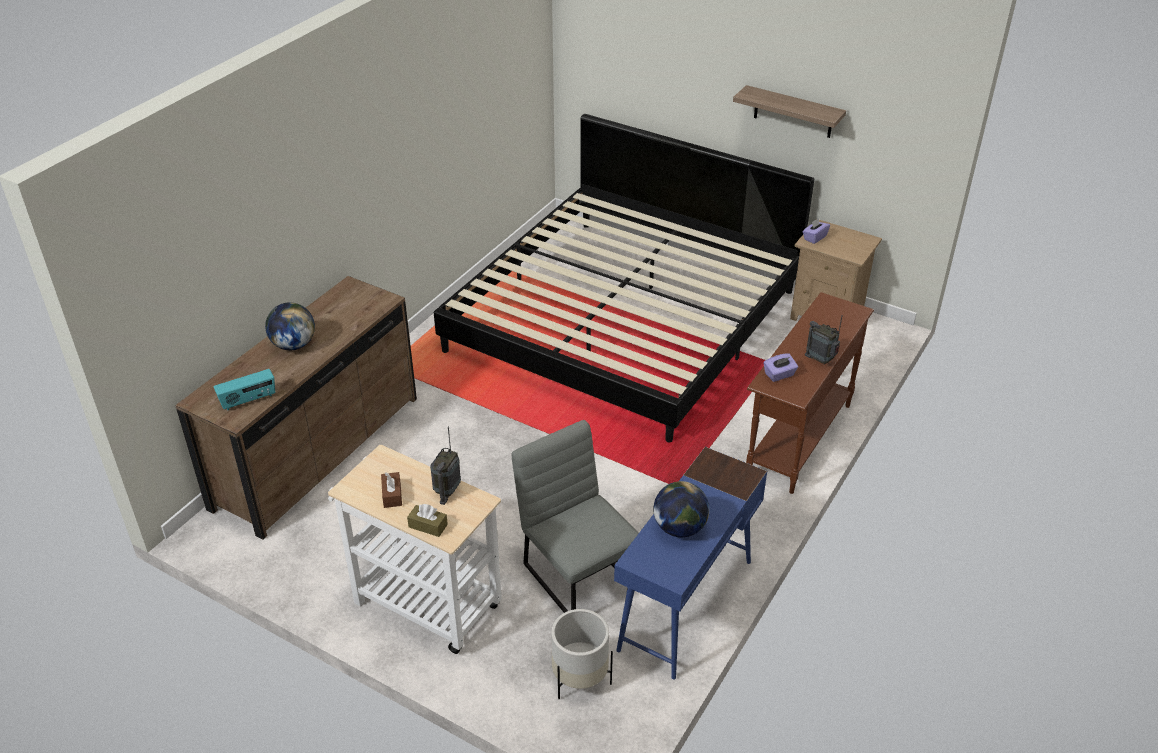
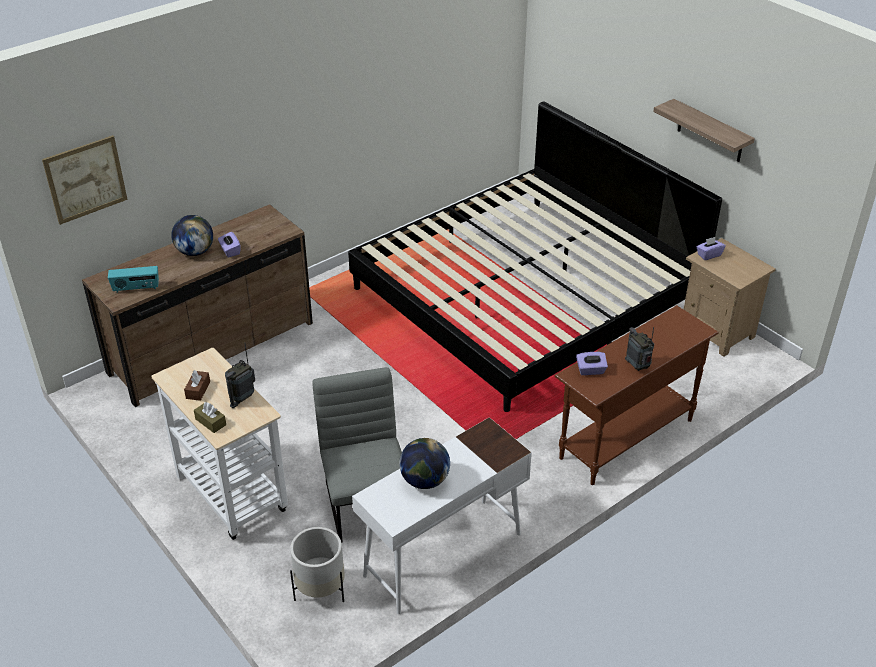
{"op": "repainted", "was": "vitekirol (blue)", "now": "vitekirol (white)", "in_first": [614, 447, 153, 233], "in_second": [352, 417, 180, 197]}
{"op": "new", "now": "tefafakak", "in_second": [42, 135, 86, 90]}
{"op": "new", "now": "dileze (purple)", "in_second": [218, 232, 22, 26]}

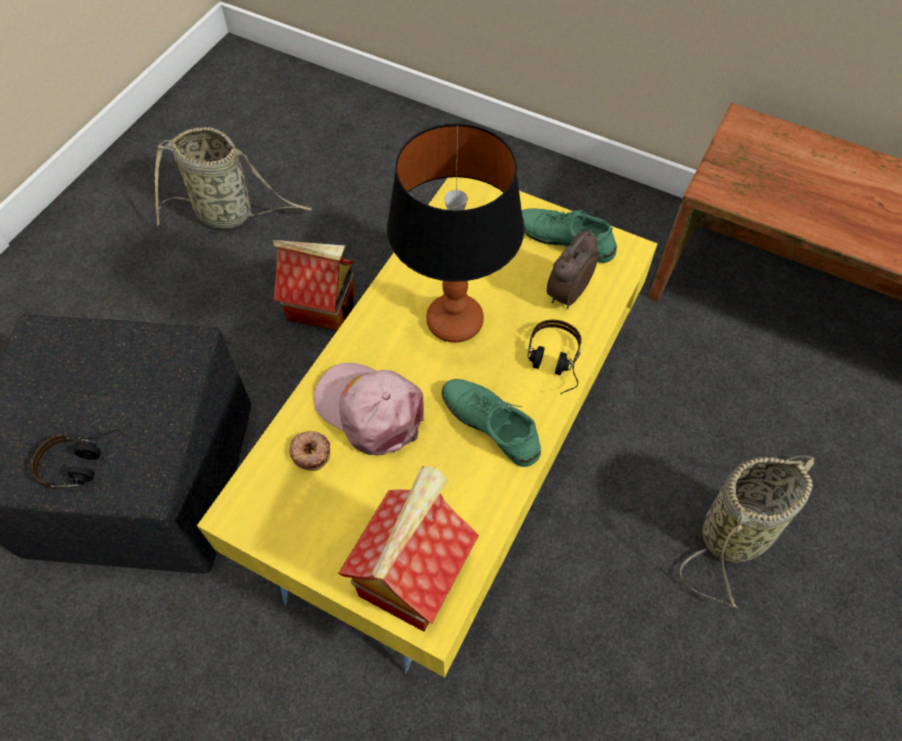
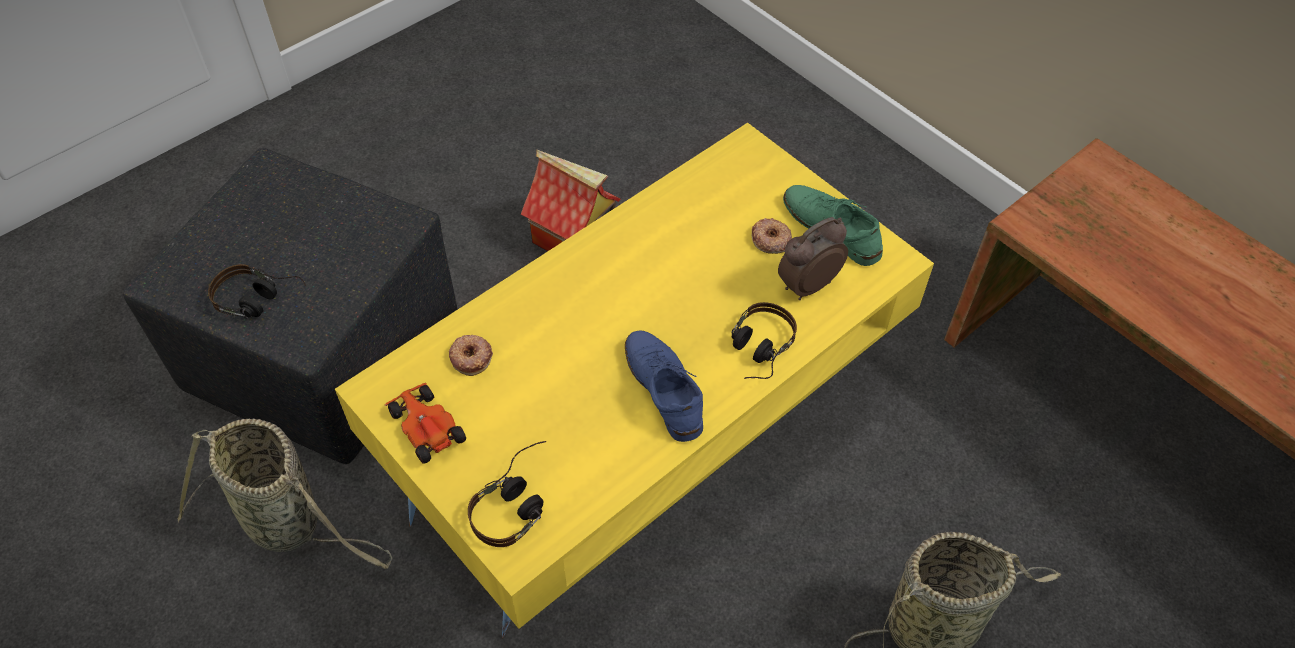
{"op": "shifted", "was": "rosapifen", "in_first": [155, 127, 157, 102], "in_second": [178, 419, 215, 150]}
{"op": "gone", "was": "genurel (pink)", "in_first": [314, 363, 110, 93]}
{"op": "swapped", "was": "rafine", "now": "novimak", "in_first": [338, 466, 141, 166], "in_second": [468, 441, 78, 106]}
{"op": "gone", "was": "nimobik", "in_first": [387, 123, 138, 220]}
{"op": "repainted", "was": "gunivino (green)", "now": "gunivino (blue)", "in_first": [442, 379, 99, 88], "in_second": [625, 330, 78, 112]}
{"op": "new", "now": "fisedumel", "in_second": [385, 383, 81, 81]}
{"op": "new", "now": "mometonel", "in_second": [752, 218, 40, 36]}

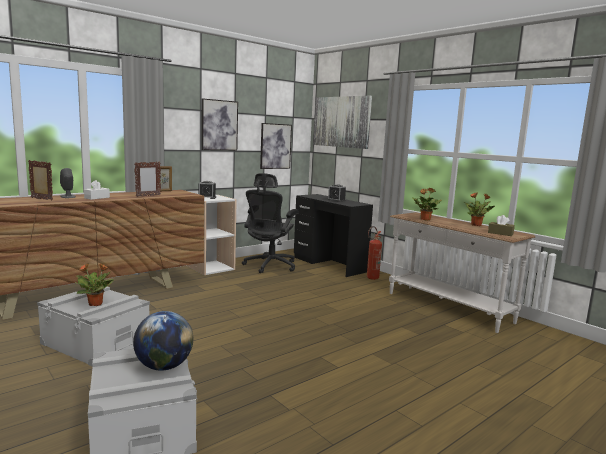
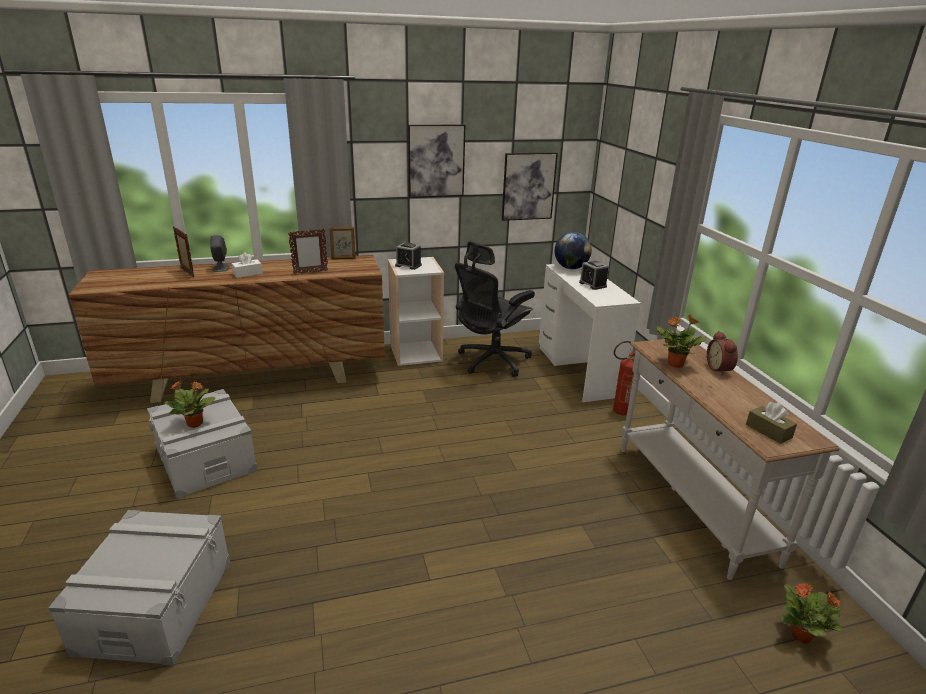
{"op": "shifted", "was": "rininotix", "in_first": [133, 311, 60, 60], "in_second": [554, 232, 38, 37]}
{"op": "repainted", "was": "vitekirol (black)", "now": "vitekirol (white)", "in_first": [294, 194, 79, 83], "in_second": [539, 264, 102, 138]}
{"op": "gone", "was": "tefafakak", "in_first": [313, 96, 59, 53]}
{"op": "shifted", "was": "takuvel", "in_first": [463, 192, 32, 34], "in_second": [781, 583, 62, 60]}
{"op": "new", "now": "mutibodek", "in_second": [707, 331, 31, 45]}

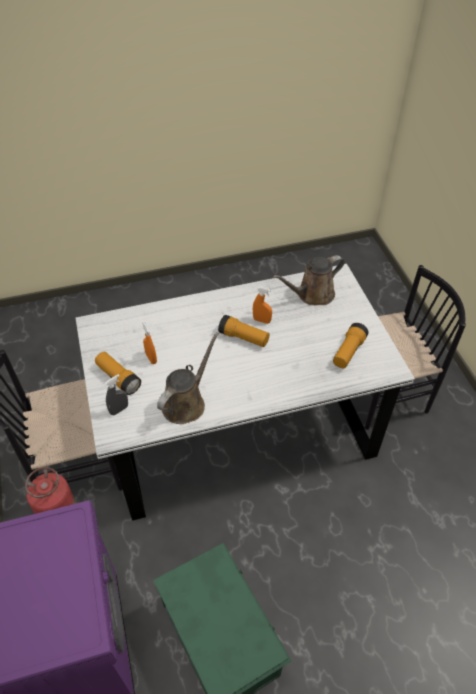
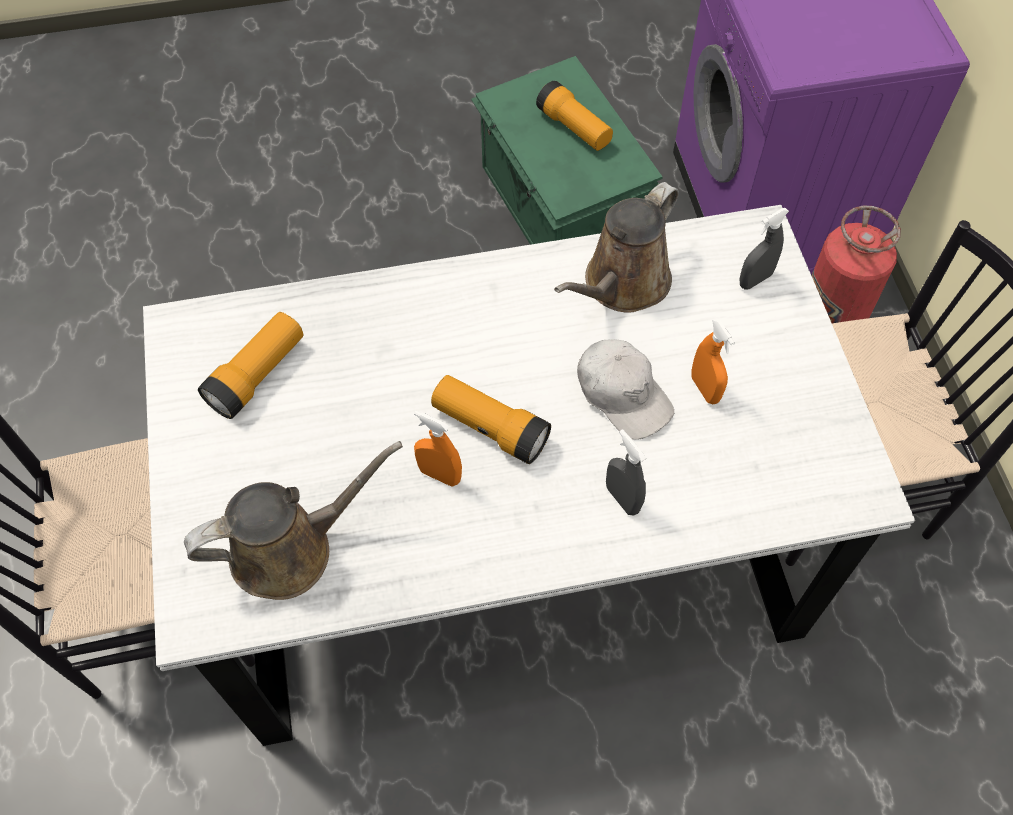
{"op": "shifted", "was": "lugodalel", "in_first": [95, 352, 46, 43], "in_second": [536, 81, 77, 70]}
{"op": "new", "now": "genurel (white)", "in_second": [577, 339, 97, 101]}
{"op": "new", "now": "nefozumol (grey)", "in_second": [606, 429, 40, 87]}

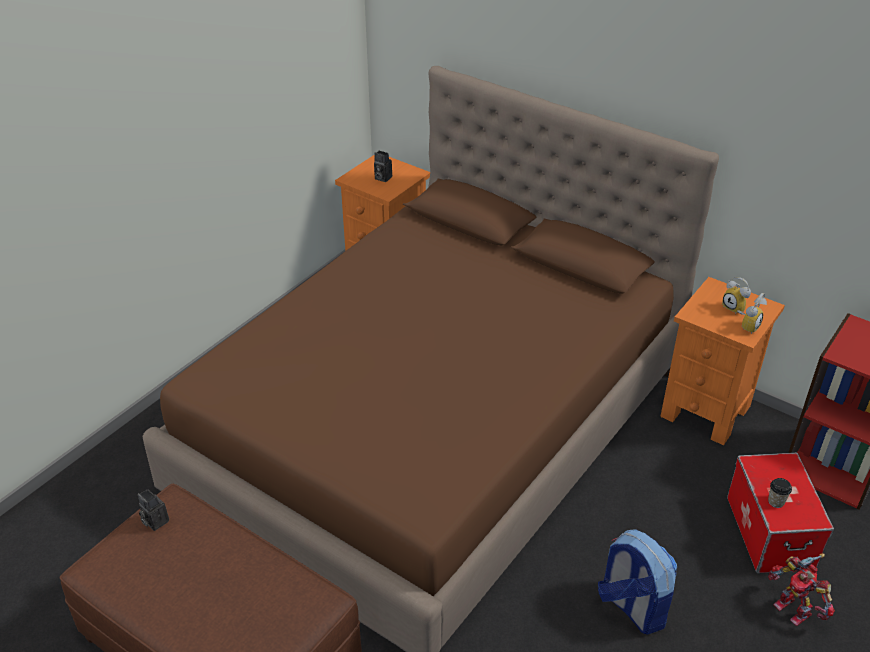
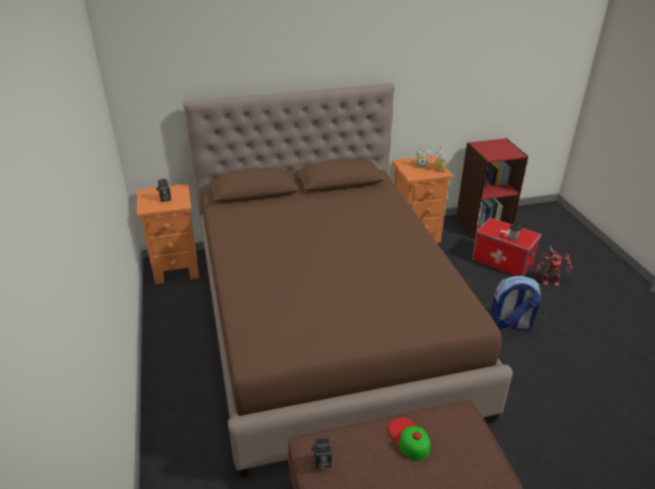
{"op": "new", "now": "genurel", "in_second": [388, 418, 43, 43]}

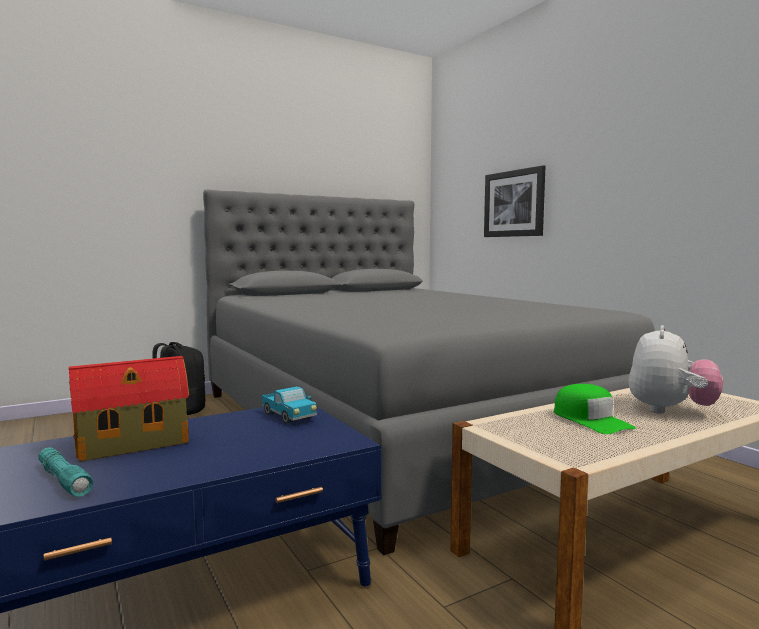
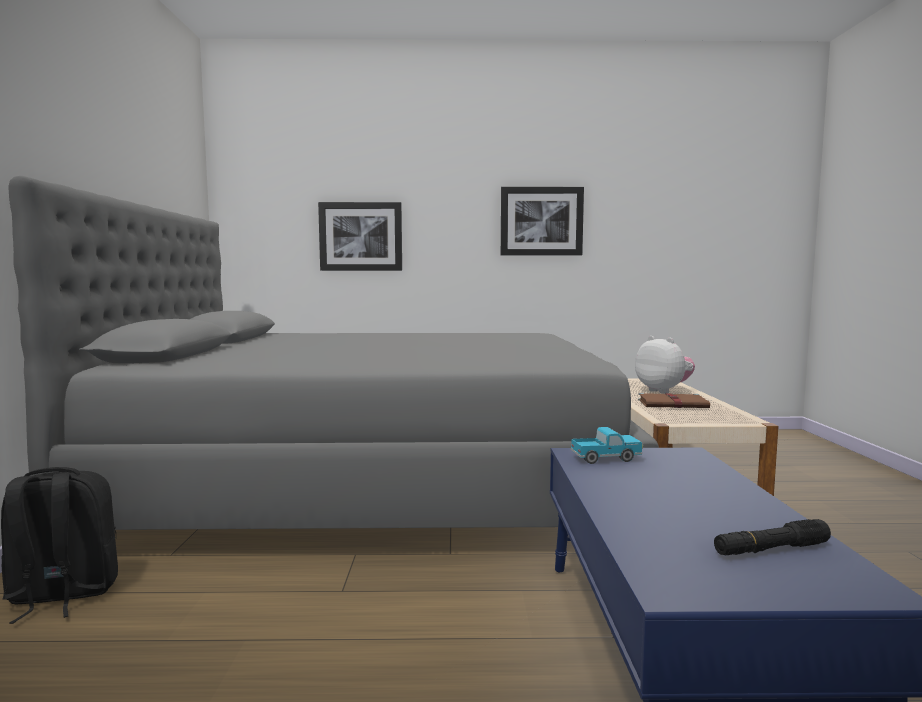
{"op": "repainted", "was": "lugodalel (turquoise)", "now": "lugodalel (black)", "in_first": [38, 447, 55, 50], "in_second": [714, 519, 117, 36]}
{"op": "gone", "was": "rafine", "in_first": [69, 356, 120, 106]}
{"op": "swapped", "was": "genurel (green)", "now": "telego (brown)", "in_first": [554, 384, 82, 50], "in_second": [638, 393, 72, 15]}
{"op": "new", "now": "tefafakak", "in_second": [501, 187, 83, 69]}

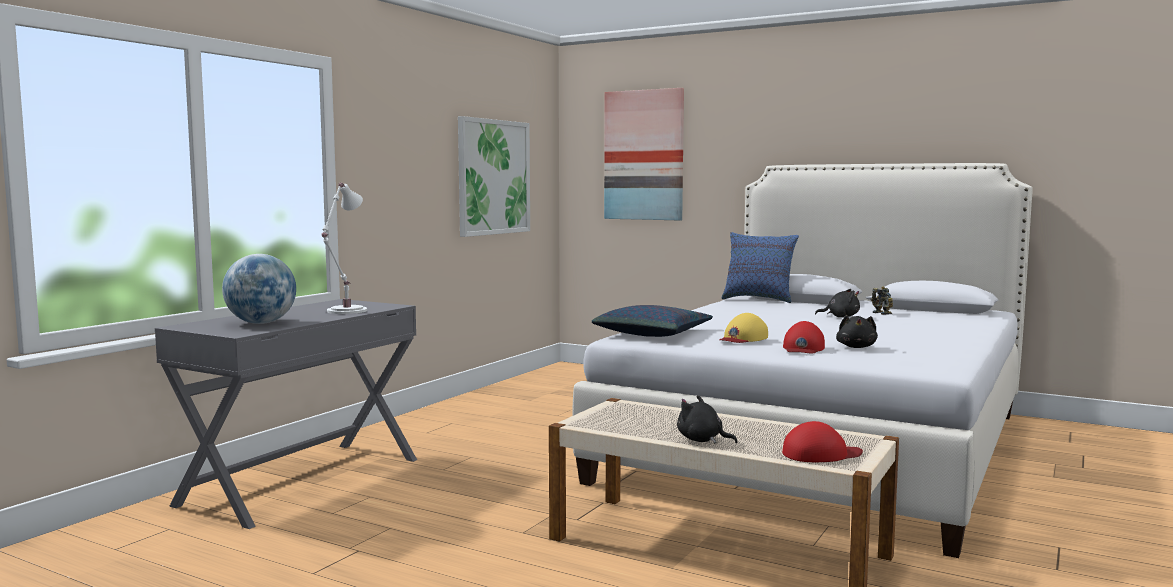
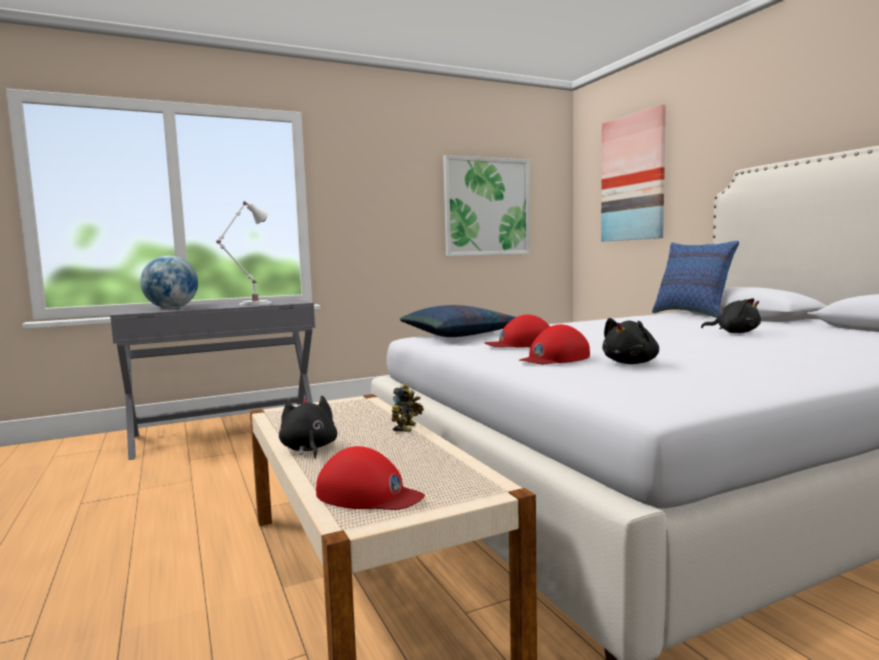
{"op": "repainted", "was": "genurel (yellow)", "now": "genurel (red)", "in_first": [719, 313, 49, 30], "in_second": [485, 315, 65, 33]}
{"op": "shifted", "was": "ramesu", "in_first": [871, 286, 22, 29], "in_second": [392, 384, 32, 48]}

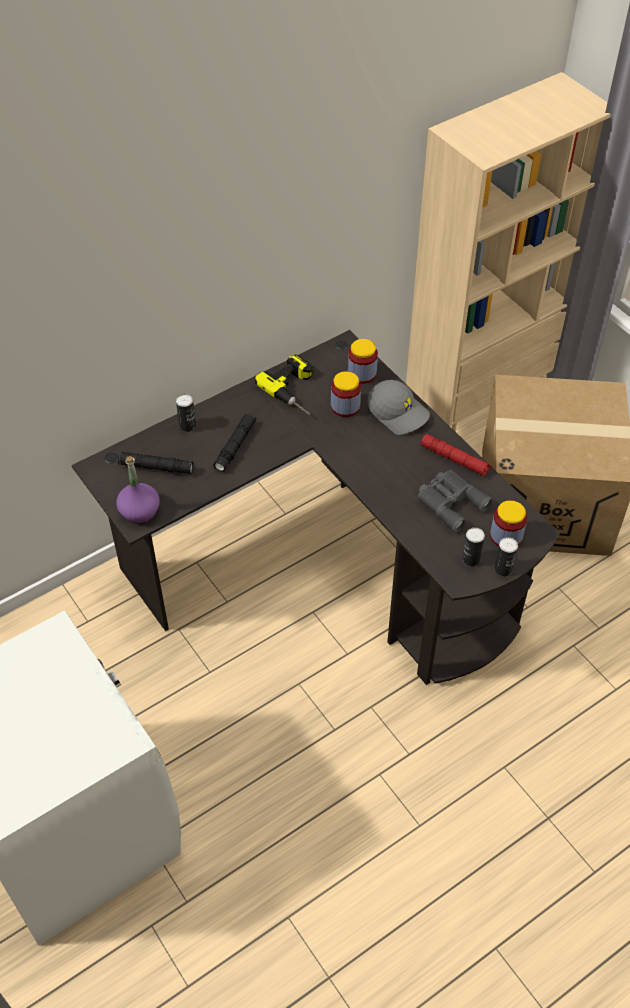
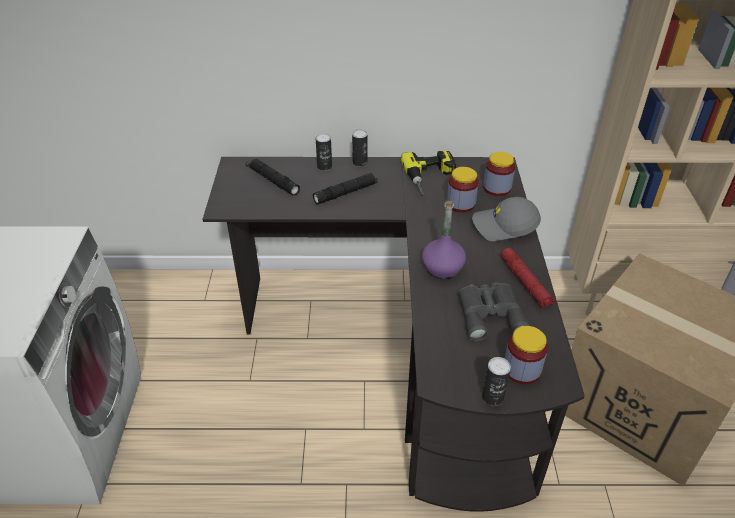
{"op": "shifted", "was": "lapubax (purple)", "in_first": [116, 456, 44, 68], "in_second": [422, 201, 44, 78]}
{"op": "rotated", "was": "genurel (grey)", "in_first": [368, 380, 62, 55], "in_second": [472, 197, 69, 44], "clockwise": 105}
{"op": "shifted", "was": "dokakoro", "in_first": [462, 527, 23, 40], "in_second": [352, 129, 15, 38]}

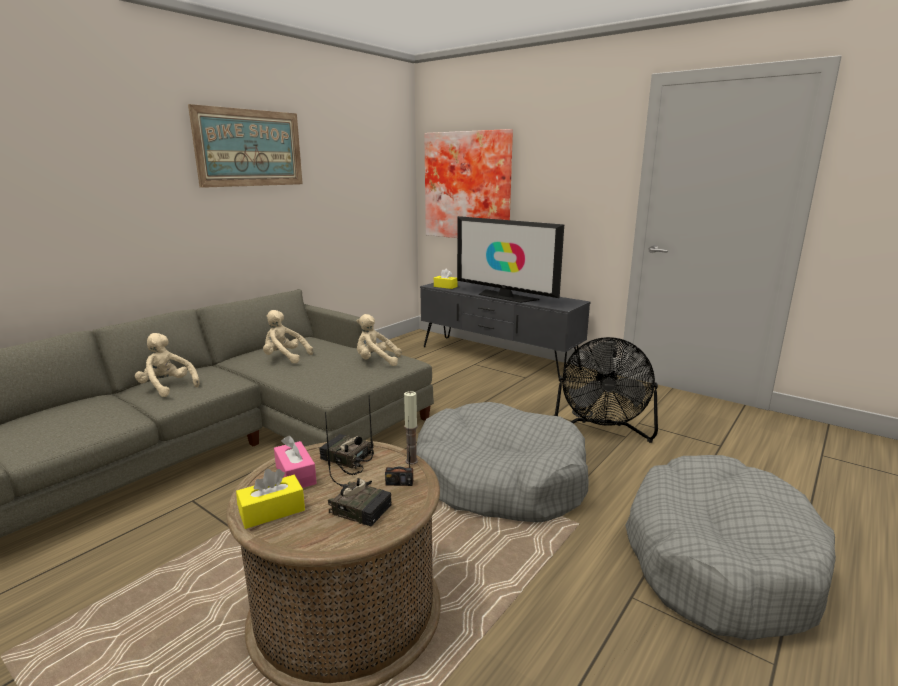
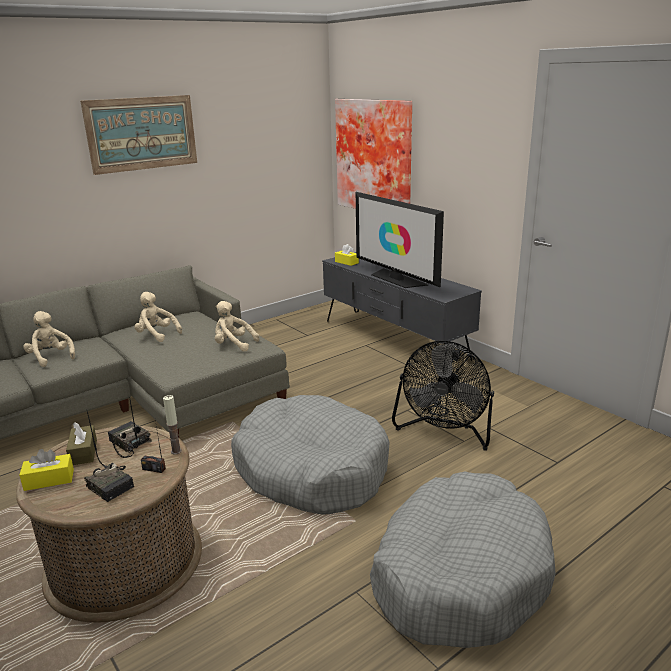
{"op": "repainted", "was": "dileze (pink)", "now": "dileze (brown)", "in_first": [274, 435, 43, 53], "in_second": [66, 422, 31, 43]}

